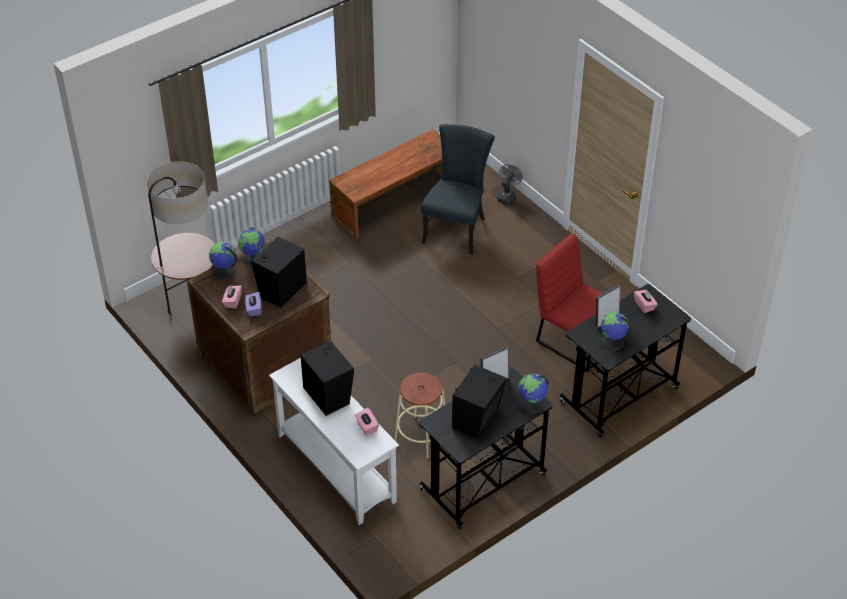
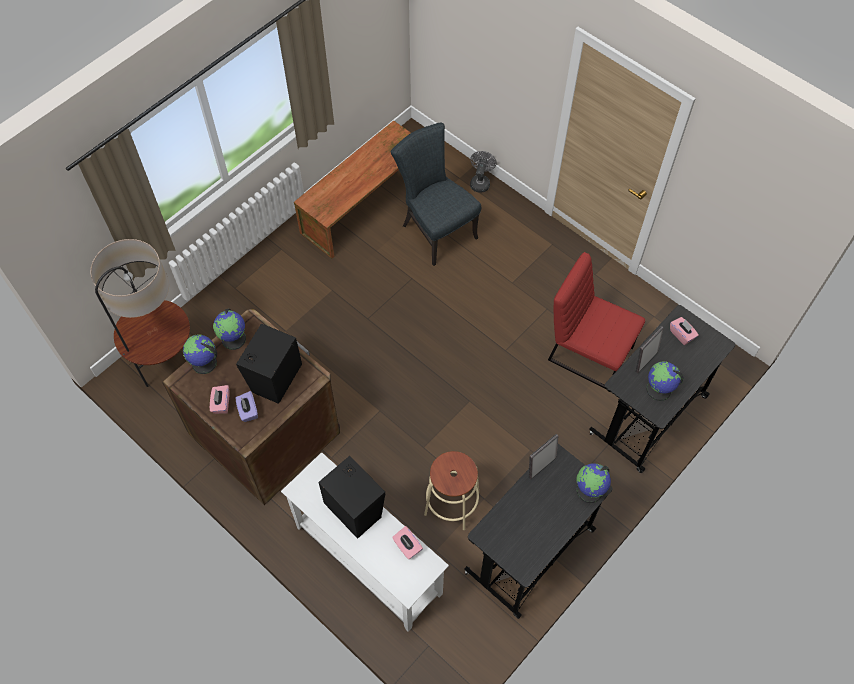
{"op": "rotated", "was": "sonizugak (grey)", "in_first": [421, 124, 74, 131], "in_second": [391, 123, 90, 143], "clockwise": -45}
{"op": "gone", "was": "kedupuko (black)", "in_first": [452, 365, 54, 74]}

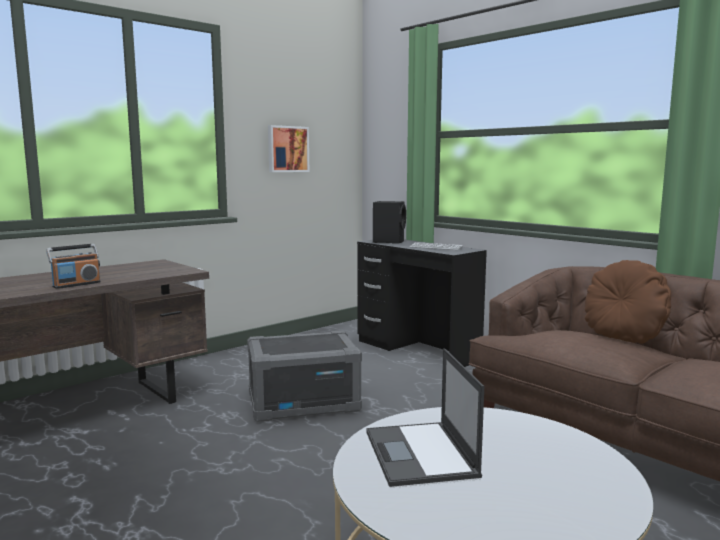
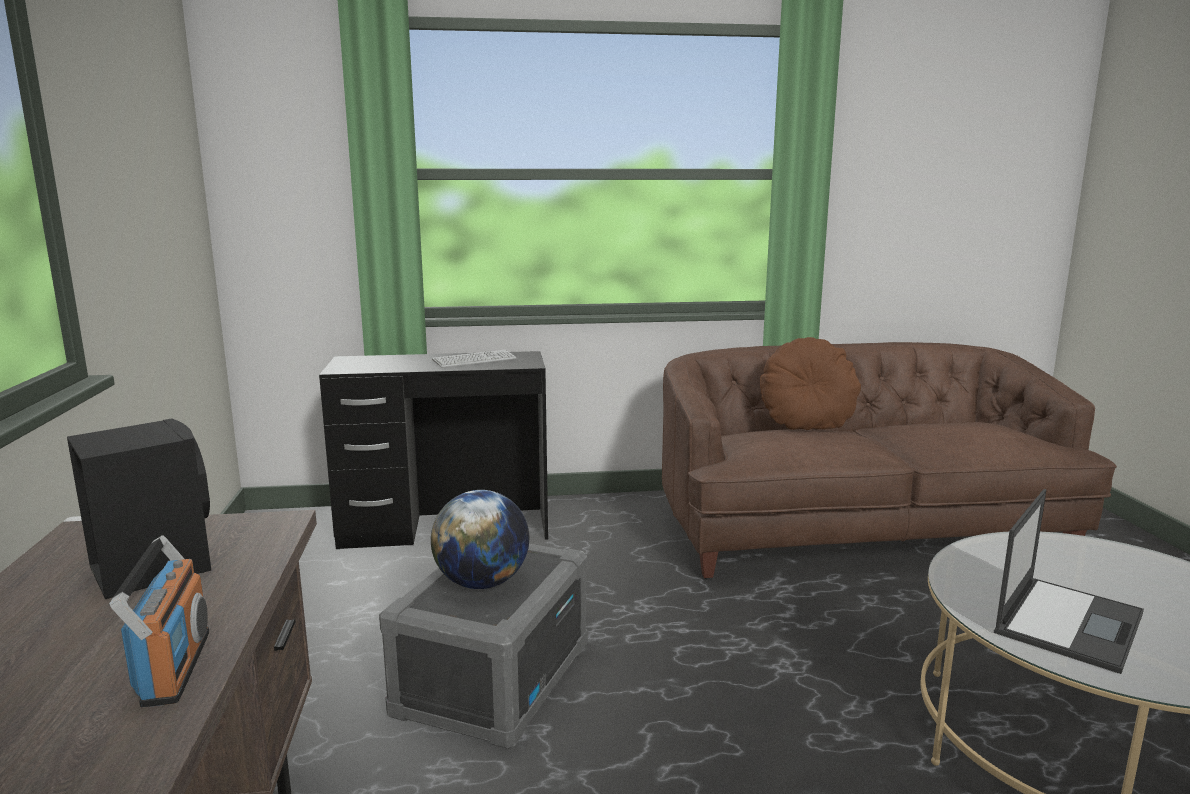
{"op": "gone", "was": "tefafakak", "in_first": [268, 125, 41, 47]}
{"op": "rotated", "was": "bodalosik", "in_first": [366, 348, 118, 139], "in_second": [994, 489, 150, 185], "clockwise": -75}
{"op": "shifted", "was": "kedupuko (black)", "in_first": [373, 201, 33, 43], "in_second": [67, 419, 144, 180]}
{"op": "new", "now": "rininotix", "in_second": [431, 490, 98, 99]}

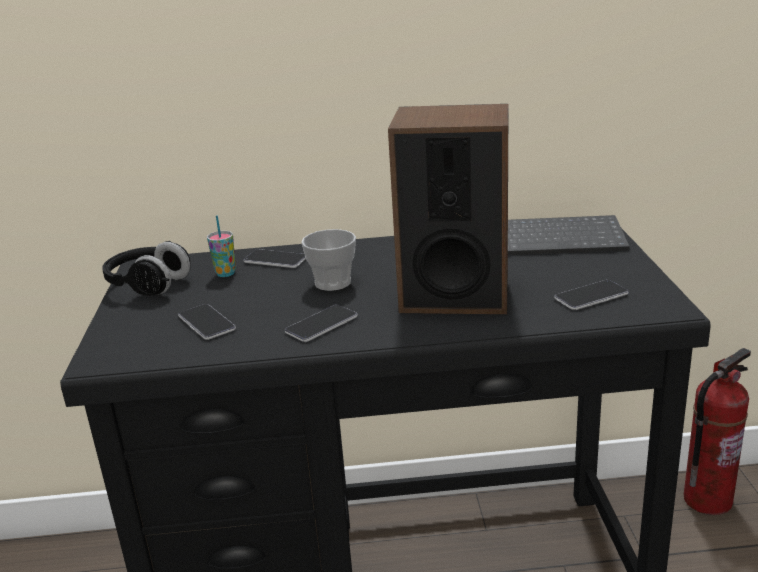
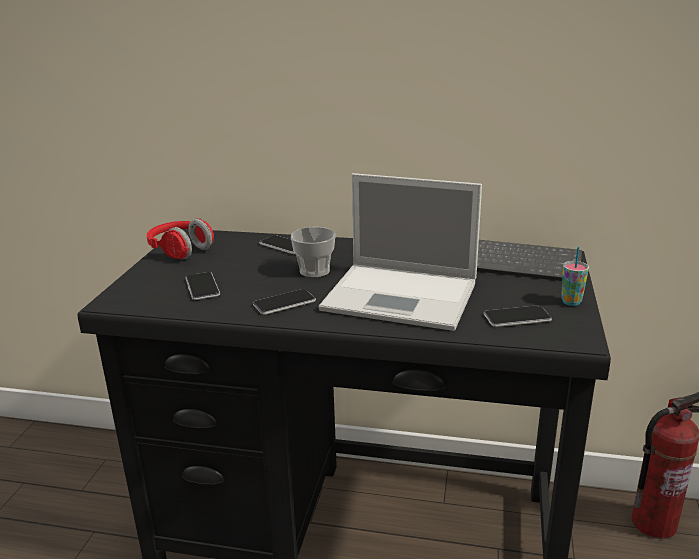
{"op": "repainted", "was": "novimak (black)", "now": "novimak (red)", "in_first": [102, 241, 89, 55], "in_second": [147, 218, 67, 41]}
{"op": "shifted", "was": "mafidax", "in_first": [207, 216, 29, 61], "in_second": [561, 247, 28, 59]}
{"op": "swapped", "was": "kedupuko", "now": "bodalosik", "in_first": [388, 104, 121, 210], "in_second": [319, 173, 163, 158]}

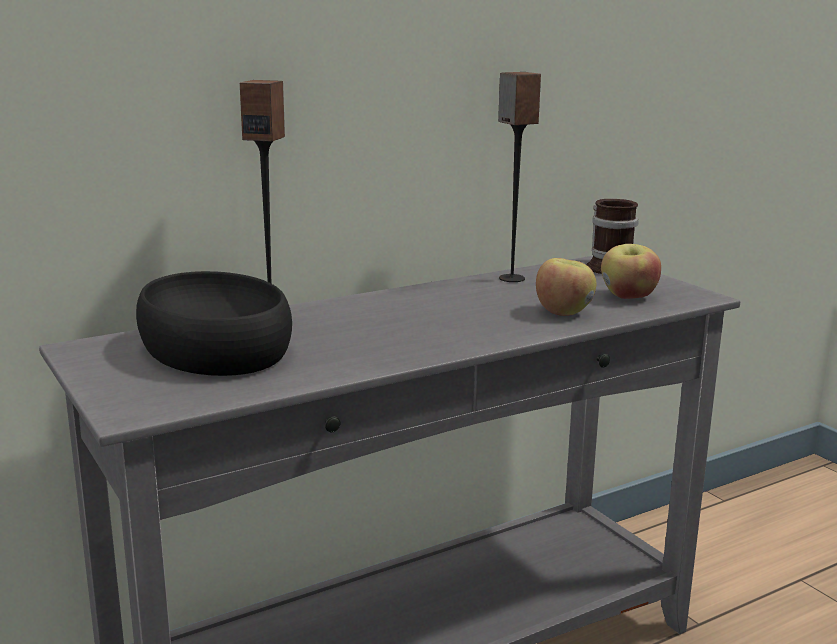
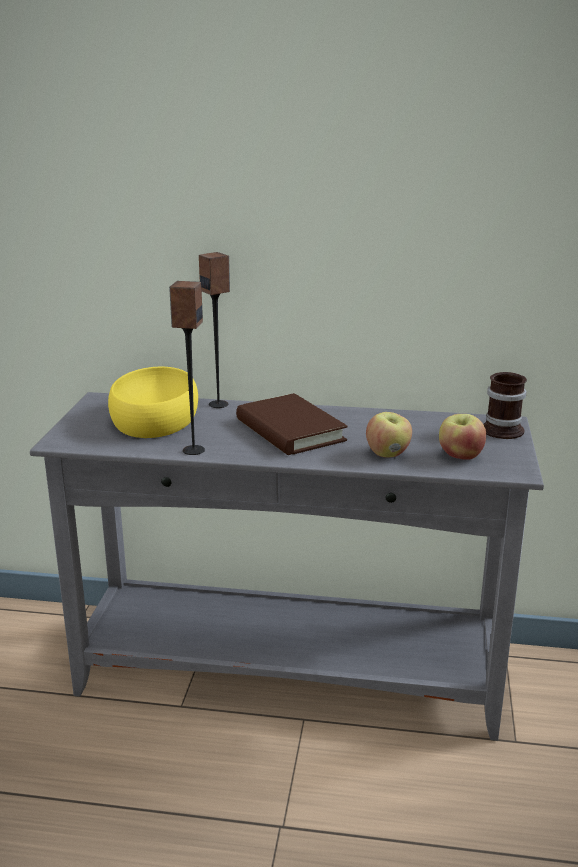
{"op": "repainted", "was": "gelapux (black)", "now": "gelapux (yellow)", "in_first": [136, 271, 156, 105], "in_second": [108, 367, 90, 71]}
{"op": "shifted", "was": "kedupuko", "in_first": [498, 72, 43, 210], "in_second": [169, 281, 36, 174]}
{"op": "new", "now": "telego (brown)", "in_second": [236, 393, 112, 62]}

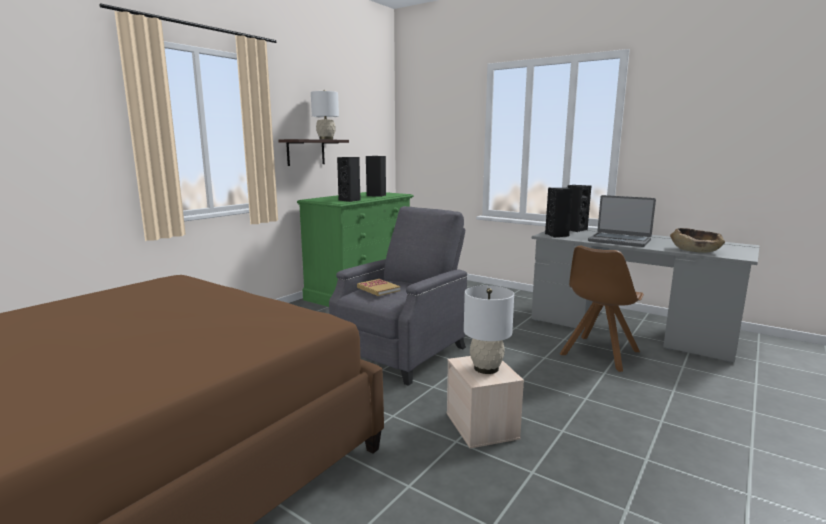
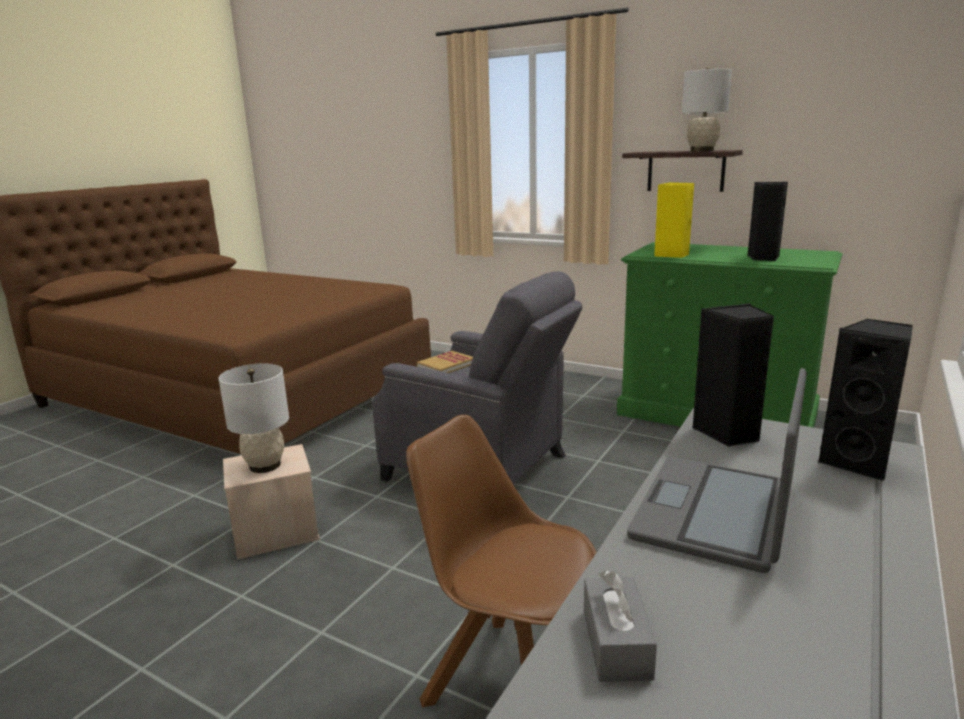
{"op": "repainted", "was": "kedupuko (black)", "now": "kedupuko (yellow)", "in_first": [337, 157, 24, 45], "in_second": [654, 182, 40, 76]}
{"op": "swapped", "was": "gelapux (brown)", "now": "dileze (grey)", "in_first": [670, 228, 55, 25], "in_second": [584, 570, 73, 112]}

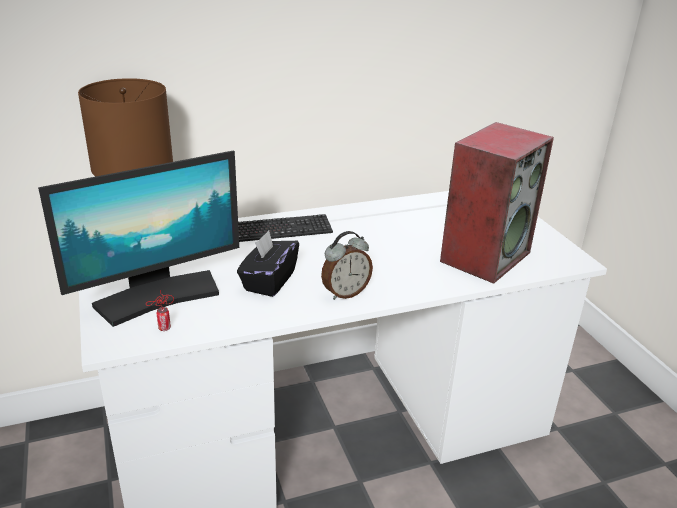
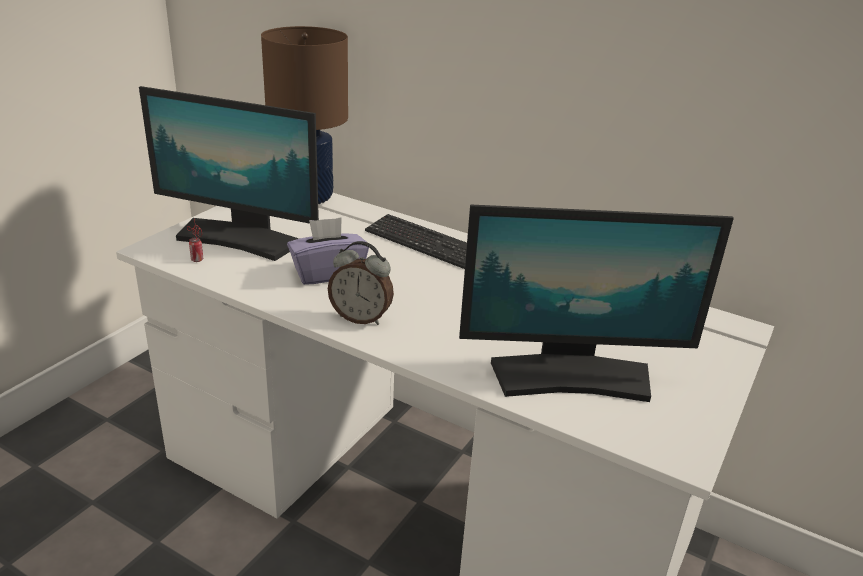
{"op": "repainted", "was": "dileze (black)", "now": "dileze (purple)", "in_first": [237, 230, 62, 67], "in_second": [287, 217, 82, 68]}
{"op": "swapped", "was": "kedupuko", "now": "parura", "in_first": [440, 122, 114, 162], "in_second": [459, 204, 275, 198]}

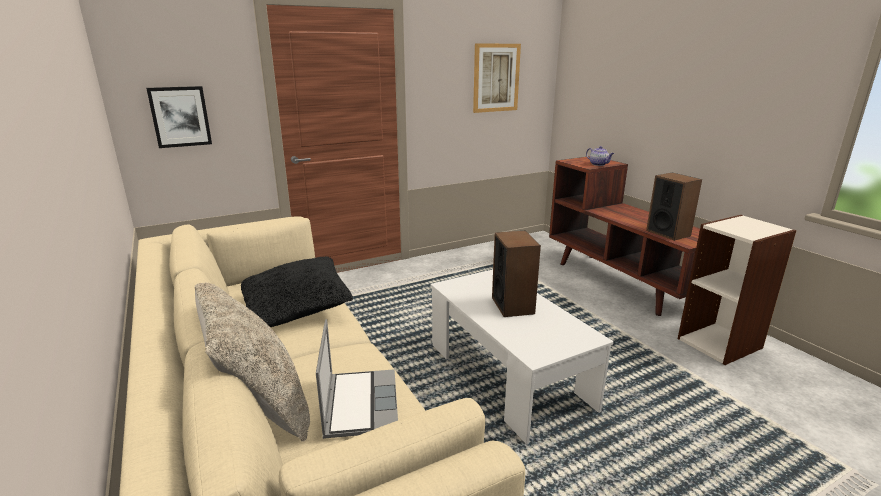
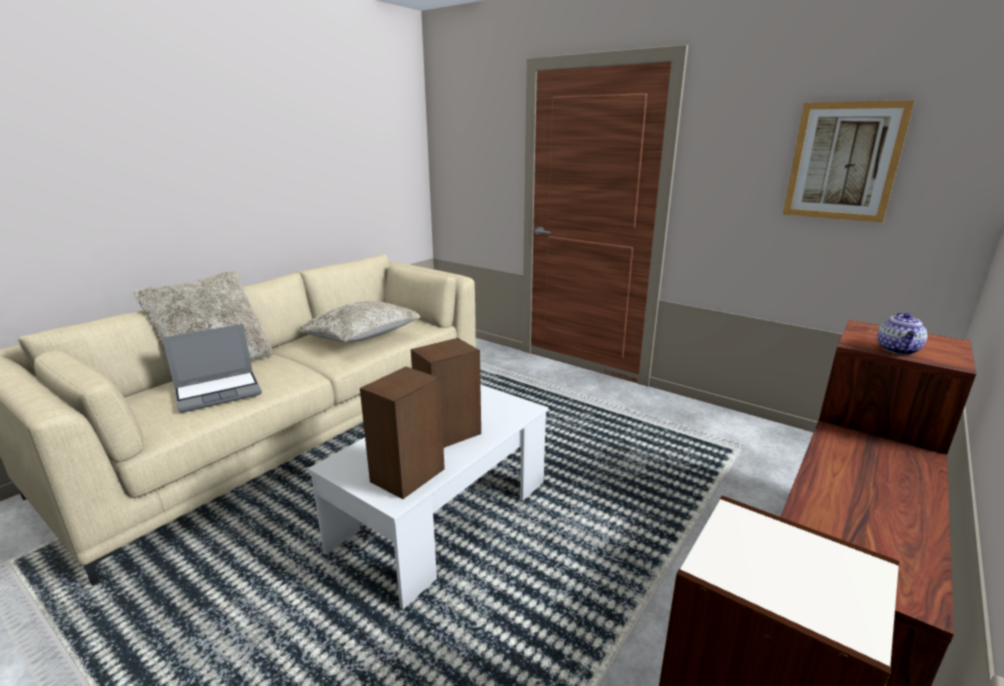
{"op": "gone", "was": "tefafakak", "in_first": [146, 86, 66, 62]}
{"op": "repainted", "was": "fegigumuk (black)", "now": "fegigumuk (beige)", "in_first": [241, 256, 112, 71], "in_second": [300, 301, 120, 41]}
{"op": "shifted", "was": "kedupuko", "in_first": [646, 172, 56, 69], "in_second": [360, 367, 85, 132]}

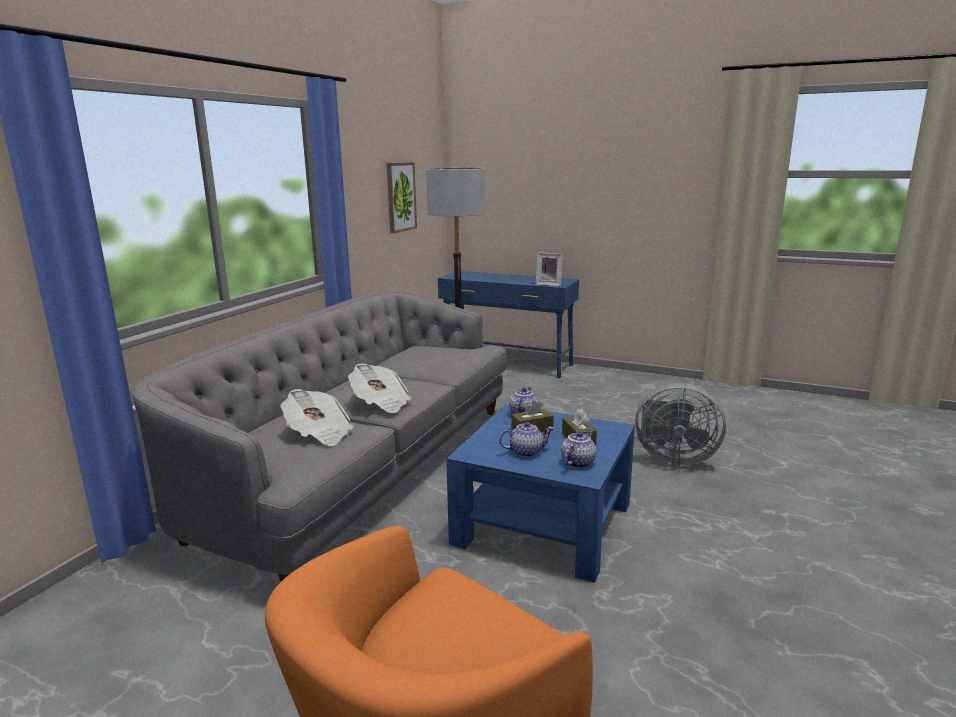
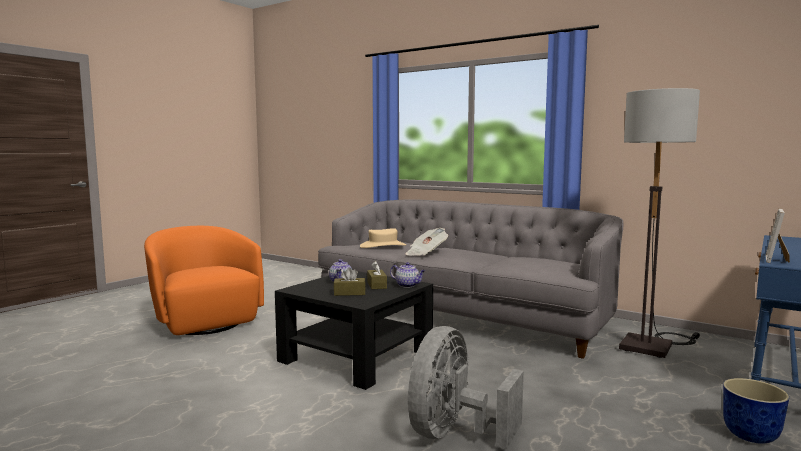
{"op": "swapped", "was": "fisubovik", "now": "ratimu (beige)", "in_first": [280, 389, 74, 57], "in_second": [360, 228, 46, 20]}
{"op": "gone", "was": "tefafakak", "in_first": [387, 162, 30, 71]}
{"op": "repainted", "was": "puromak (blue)", "now": "puromak (black)", "in_first": [446, 404, 189, 179], "in_second": [275, 271, 158, 119]}
{"op": "gone", "was": "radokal", "in_first": [561, 430, 35, 38]}
{"op": "new", "now": "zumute", "in_second": [723, 378, 66, 66]}

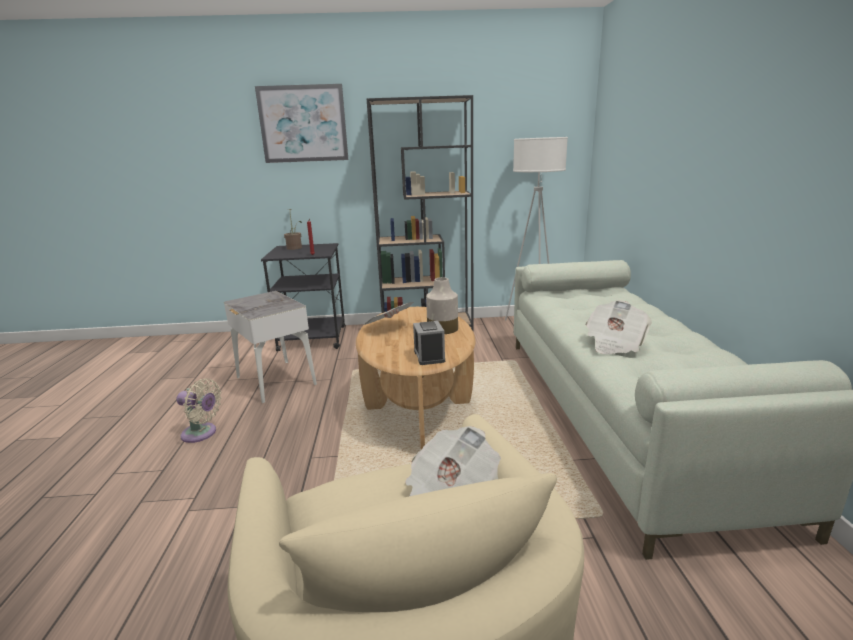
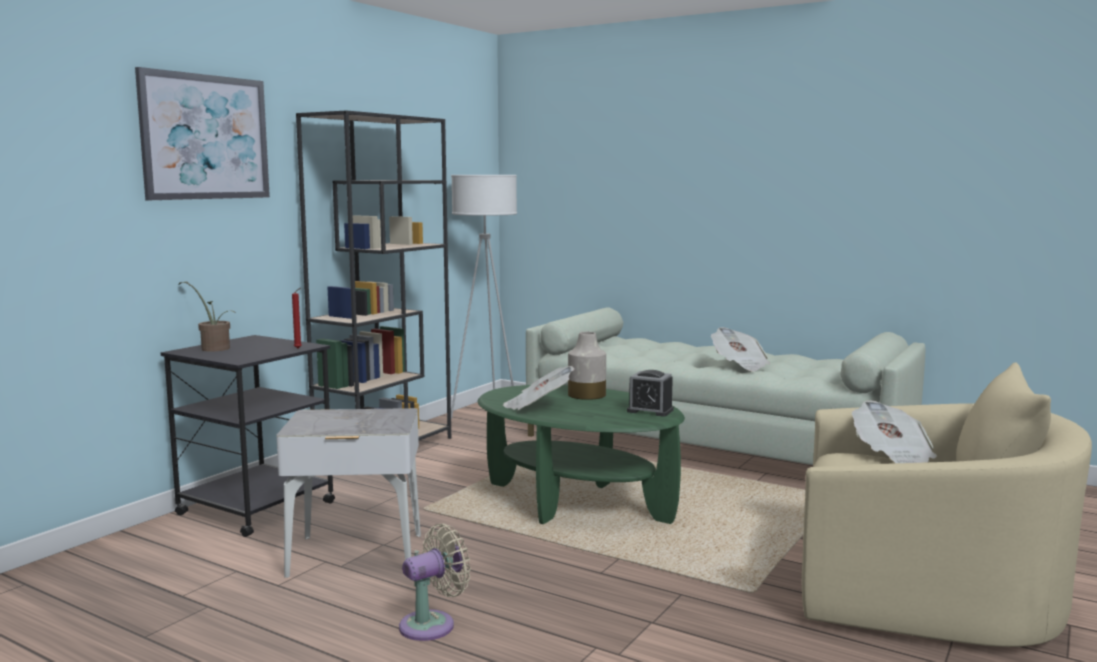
{"op": "repainted", "was": "puromak (brown)", "now": "puromak (green)", "in_first": [356, 307, 119, 142], "in_second": [478, 385, 207, 139]}

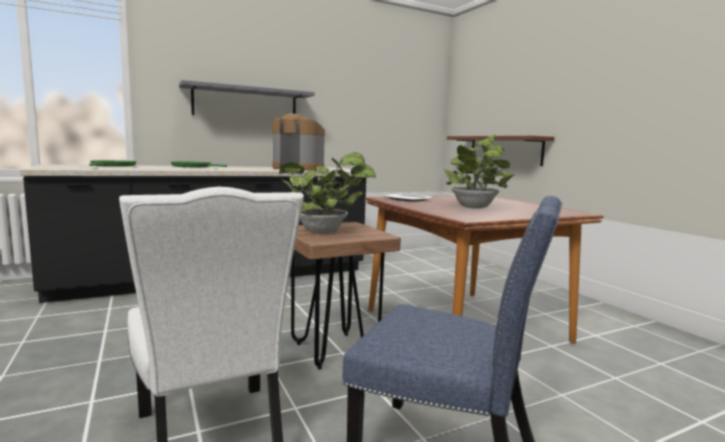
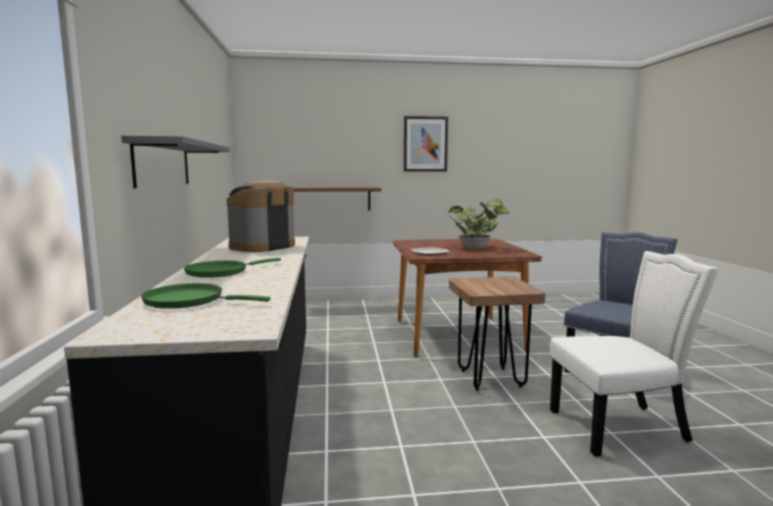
{"op": "gone", "was": "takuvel", "in_first": [279, 152, 97, 82]}
{"op": "new", "now": "tefafakak", "in_second": [404, 116, 44, 56]}

